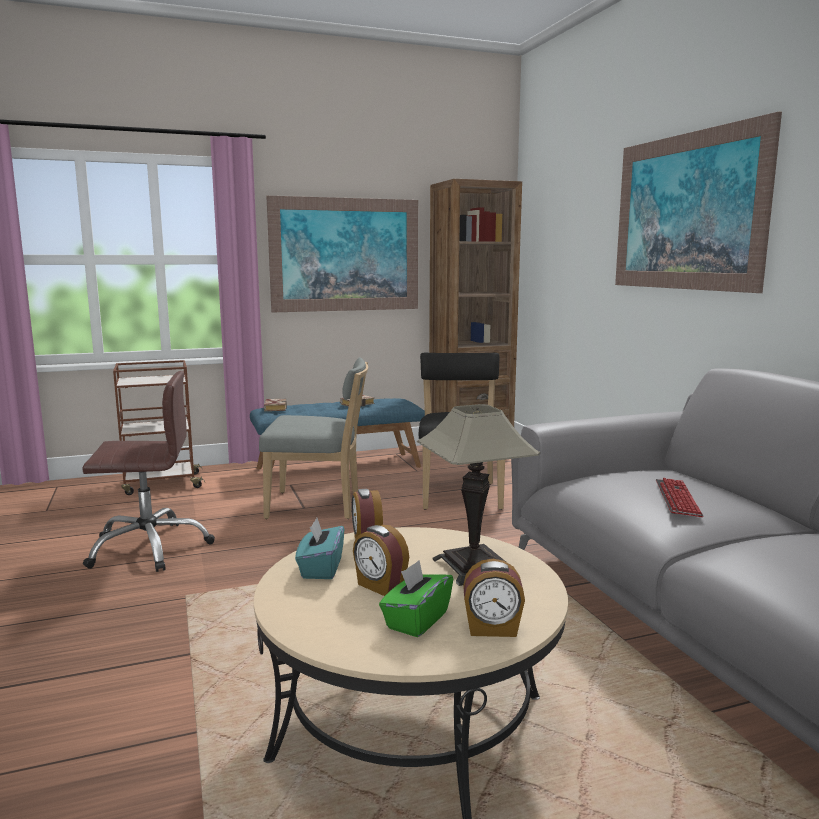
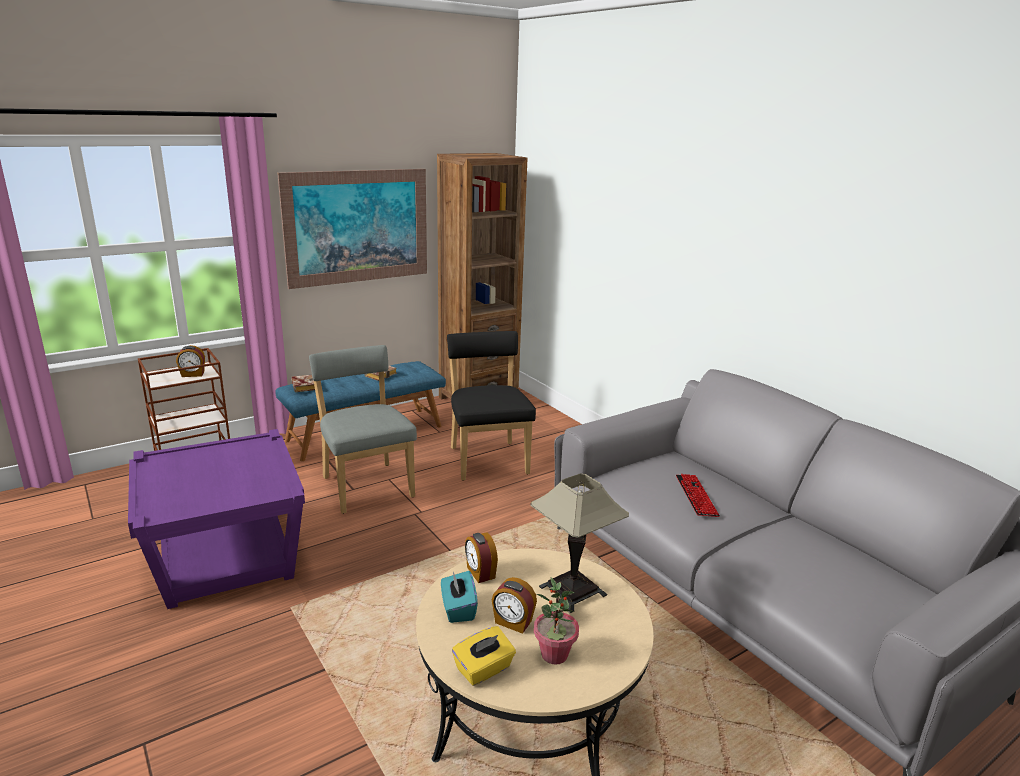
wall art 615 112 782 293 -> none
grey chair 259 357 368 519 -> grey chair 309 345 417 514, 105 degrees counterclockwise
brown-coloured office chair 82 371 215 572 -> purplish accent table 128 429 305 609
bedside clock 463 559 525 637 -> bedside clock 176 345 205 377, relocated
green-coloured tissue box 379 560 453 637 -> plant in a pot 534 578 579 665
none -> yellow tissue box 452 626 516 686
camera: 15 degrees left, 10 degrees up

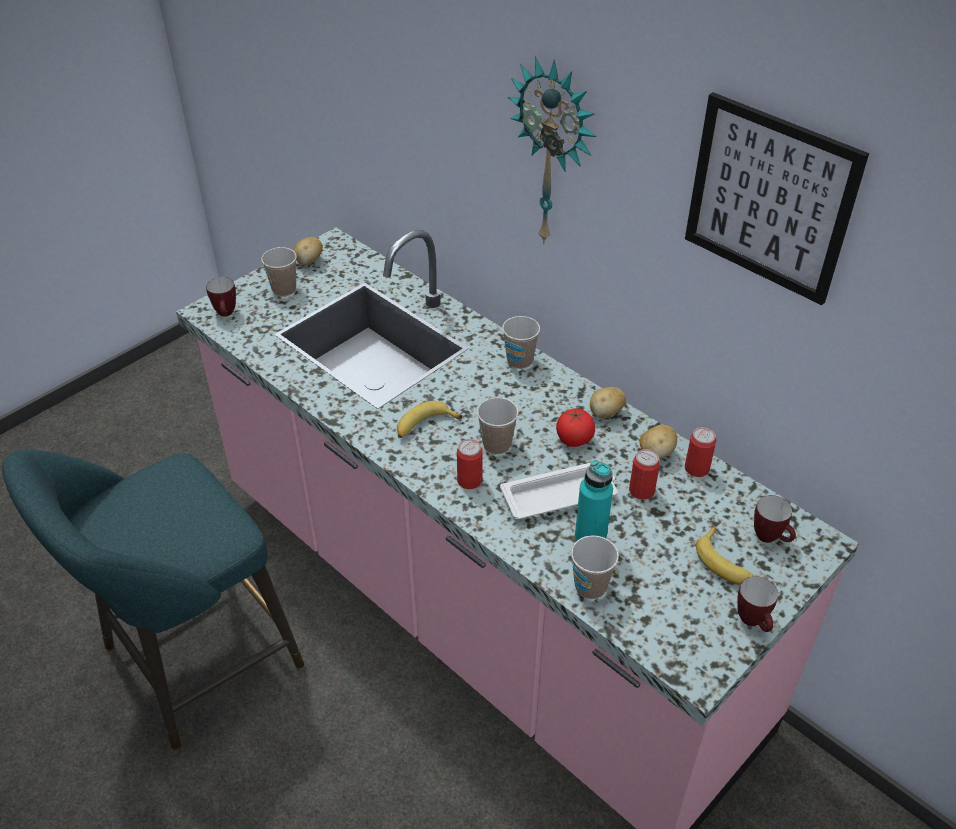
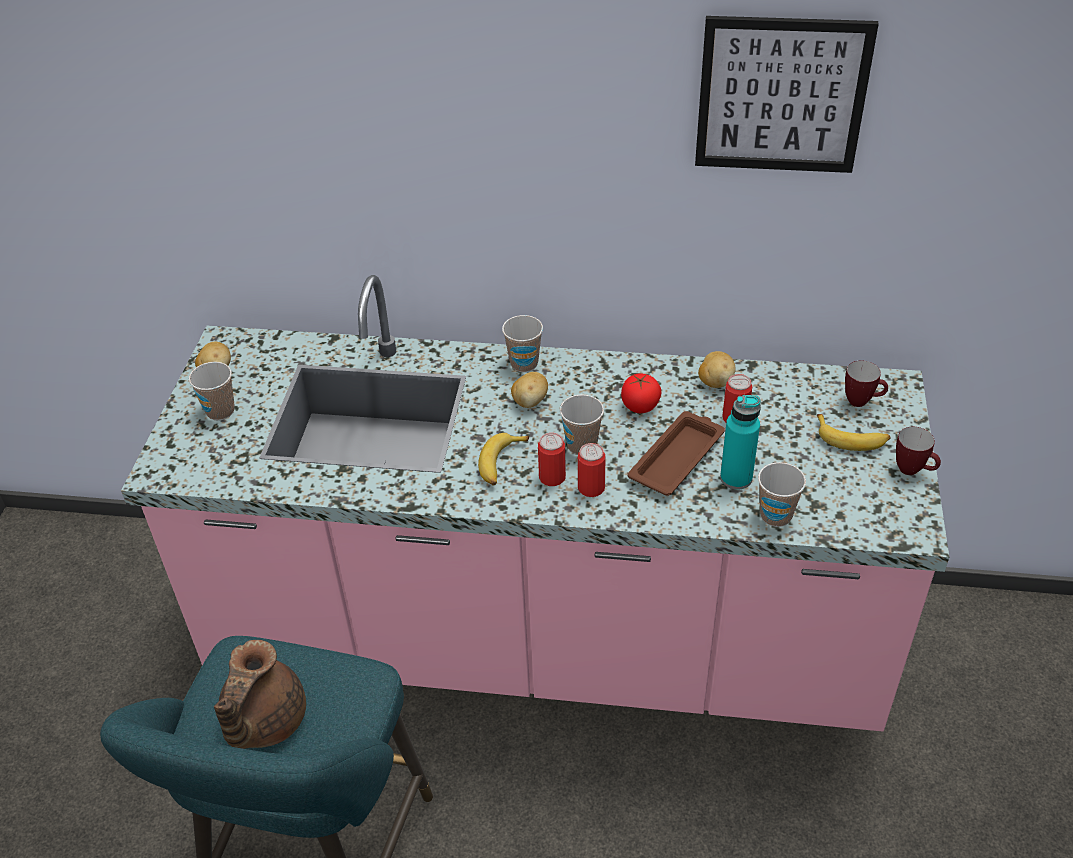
clock on the wall 508 56 596 244 -> none
tea mug 206 277 236 317 -> none
spud 590 387 626 418 -> spud 511 372 548 408, relocated
can 685 427 716 477 -> can 538 433 566 486, relocated
white serving tray 500 463 617 519 -> brown-coloured serving tray 628 411 725 496
none -> brown-coloured tea pot 214 640 306 749
camera: 35 degrees left, 0 degrees up

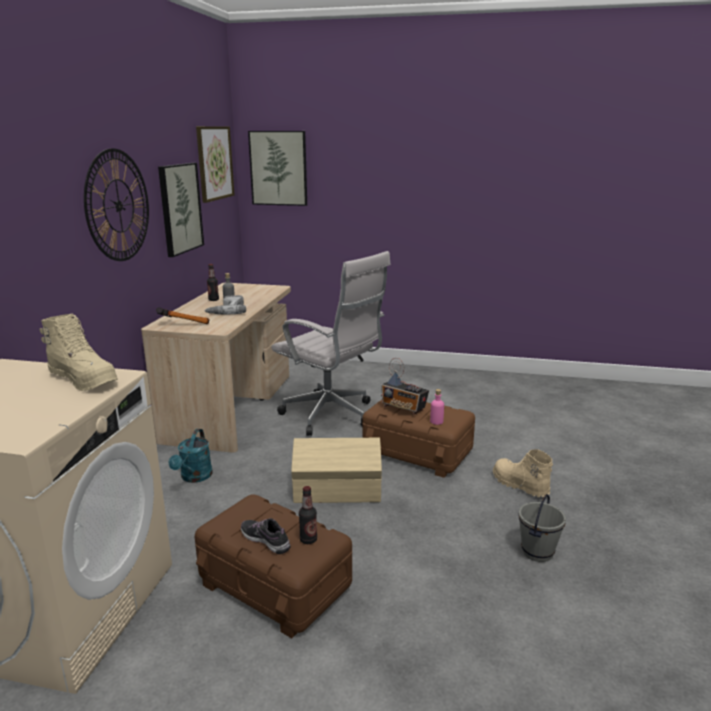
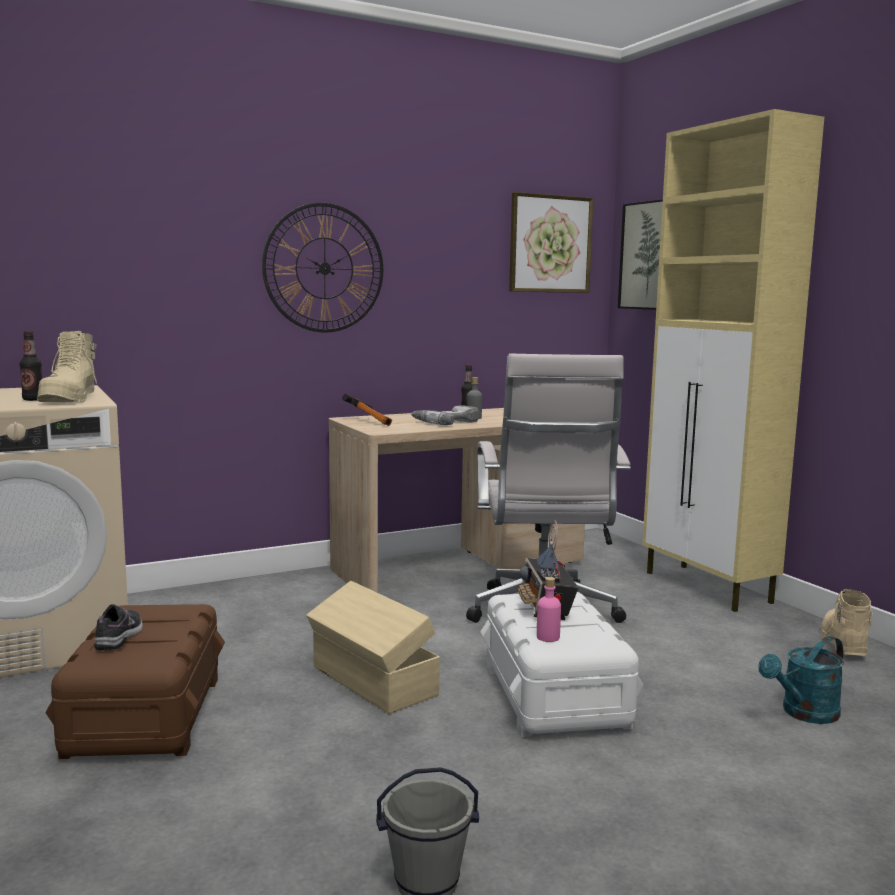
wall art 158 163 204 257 -> none
brown-coloured storage container 362 400 475 478 -> white storage container 480 592 643 737
turquoise sprinkling can 169 429 213 483 -> turquoise sprinkling can 758 636 844 724, relocated
beige-coloured high-top boot 493 449 553 497 -> beige-coloured high-top boot 820 589 873 656, relocated
beverage bottle 299 486 317 544 -> beverage bottle 20 331 42 401, relocated
none -> beige-coloured storage cabinet 642 109 824 612
camera: 50 degrees right, 10 degrees down

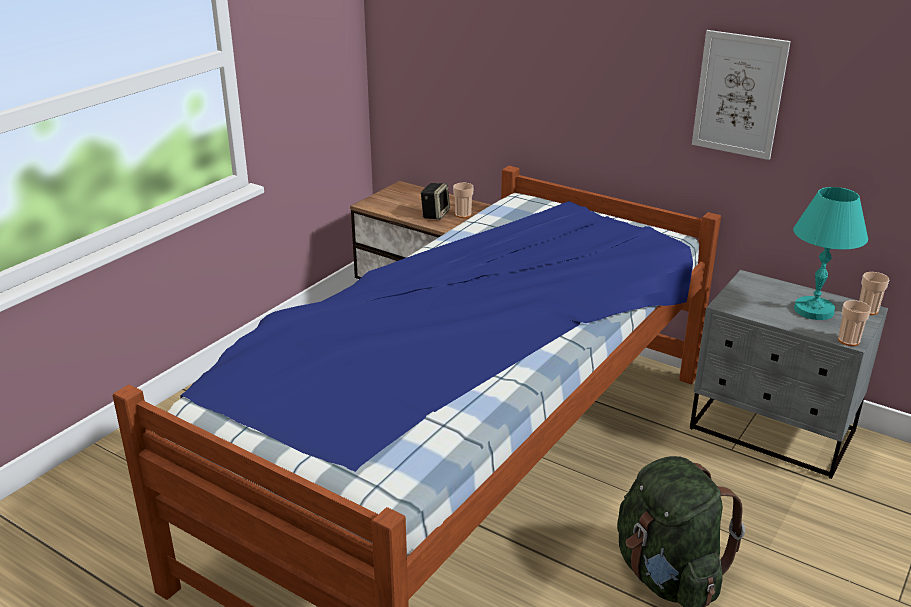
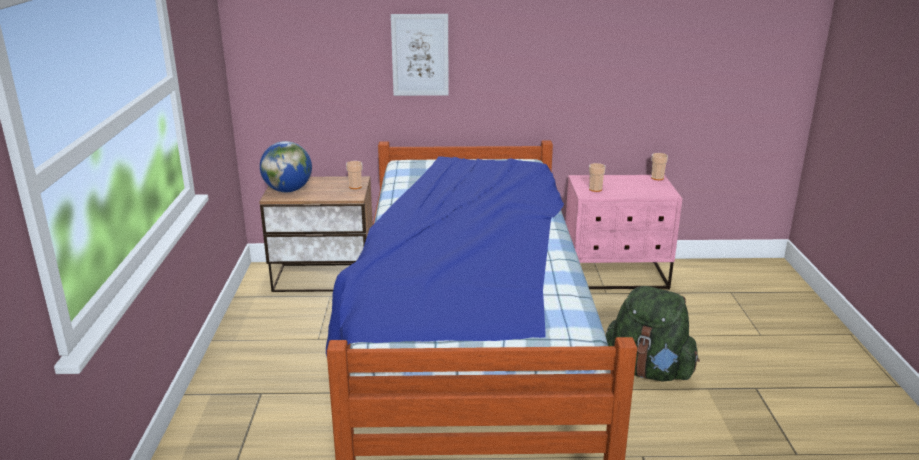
wall art 692 30 791 160 -> wall art 391 14 449 96, relocated
audio speaker 420 183 450 220 -> none
turquoise table lamp 793 187 868 320 -> none
grey nightstand 690 270 888 479 -> pink nightstand 566 175 682 290
small cup 838 300 871 346 -> small cup 589 163 606 192, relocated
none -> world globe 260 141 312 192
camera: 35 degrees left, 5 degrees down

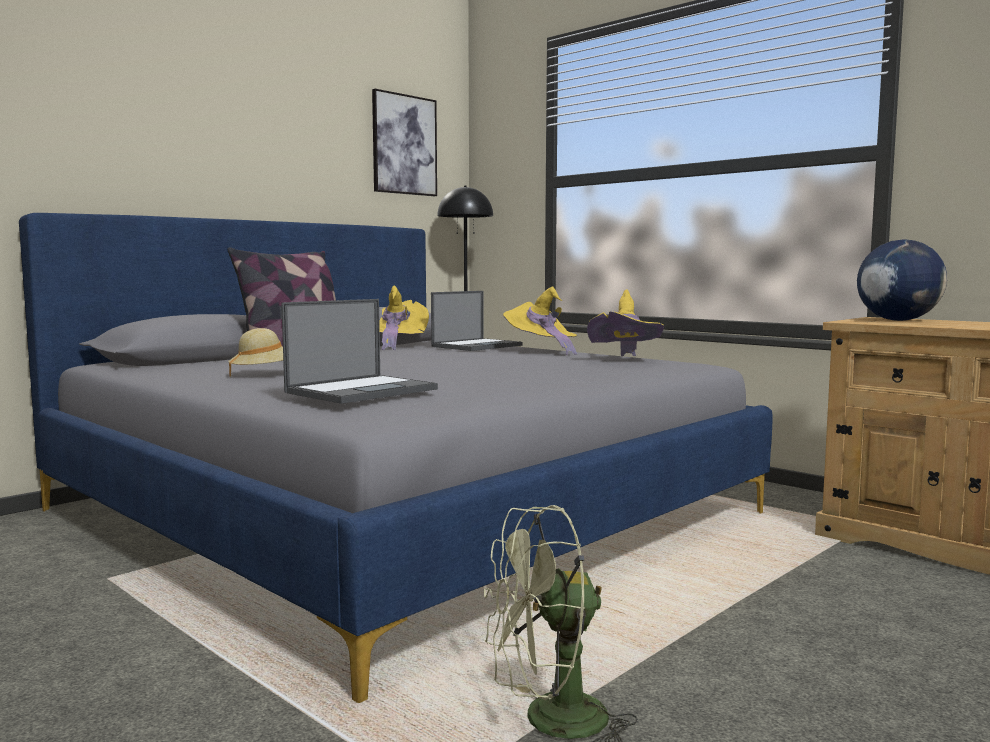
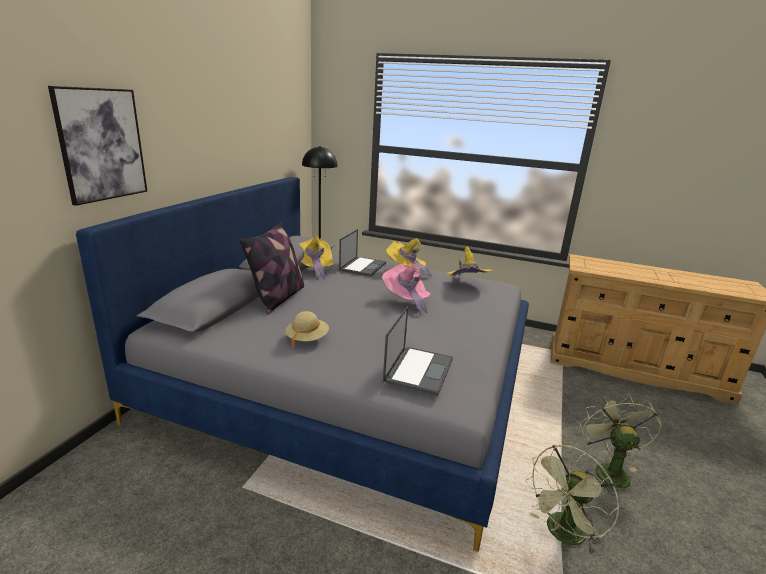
wall art 372 89 437 196 -> wall art 48 86 147 206, relocated
world globe 857 239 947 321 -> none
none -> pink hat 382 264 431 314
none -> green-coloured electric fan 580 394 662 496
camera: 25 degrees left, 15 degrees up

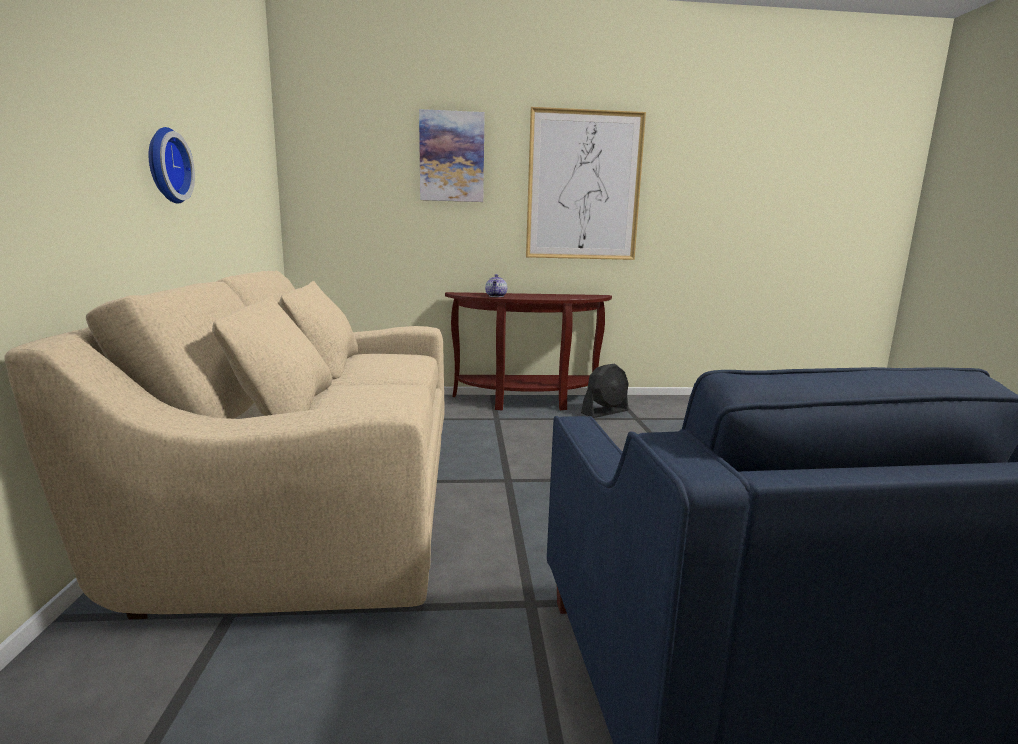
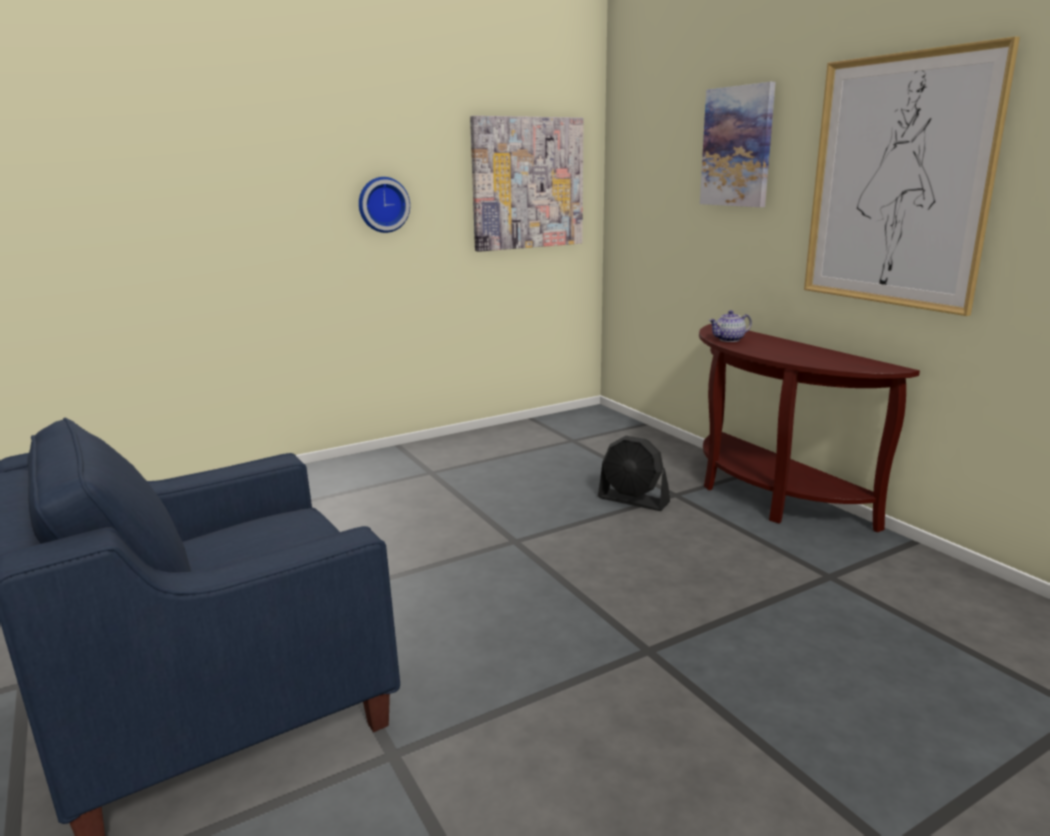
beige-coloured sofa 4 271 445 619 -> none
black electric fan 581 364 629 418 -> black electric fan 598 436 670 511, relocated
none -> wall art 470 116 584 252
camera: 65 degrees right, 5 degrees up

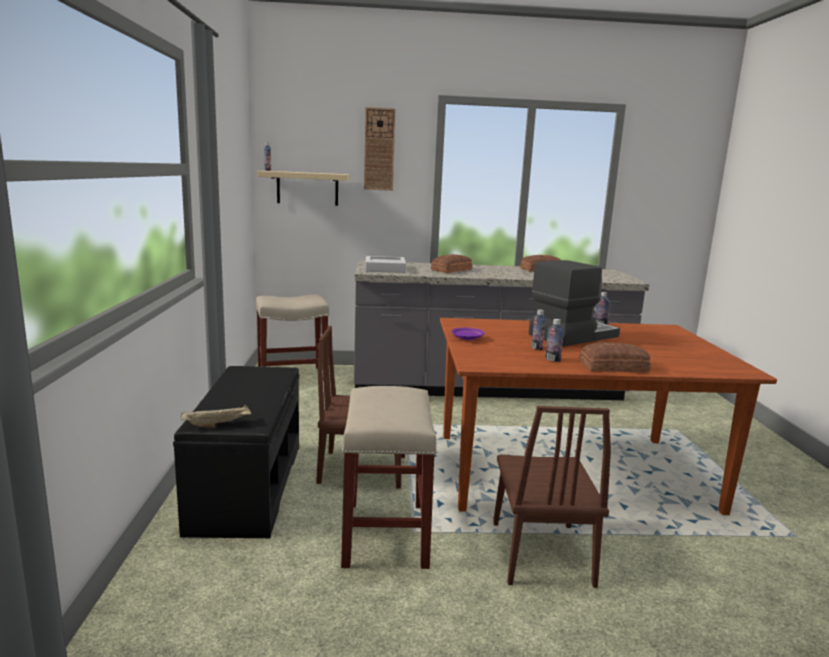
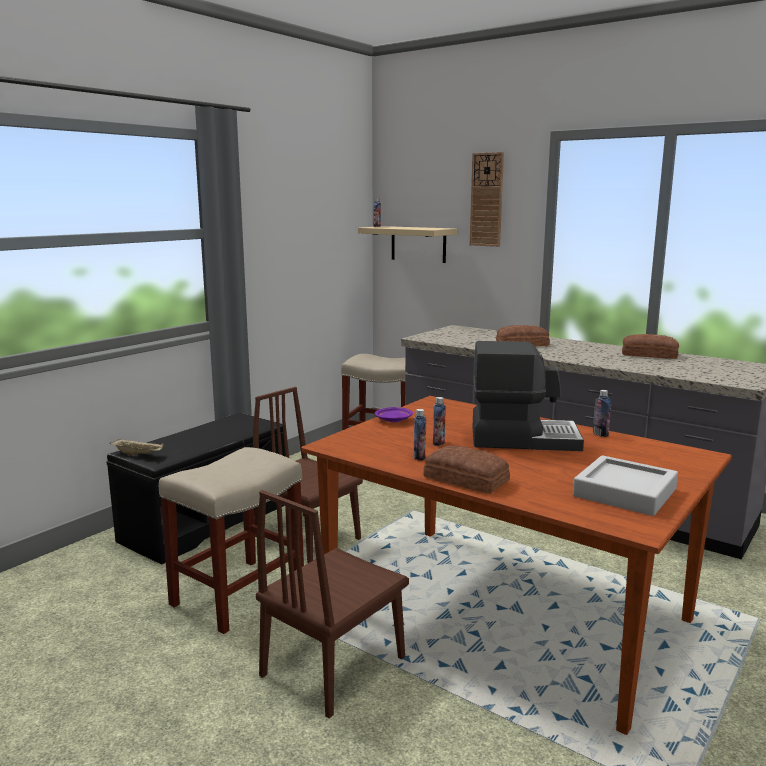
grey serving tray 365 256 406 273 -> grey serving tray 573 455 678 516, relocated
camera: 40 degrees right, 0 degrees up

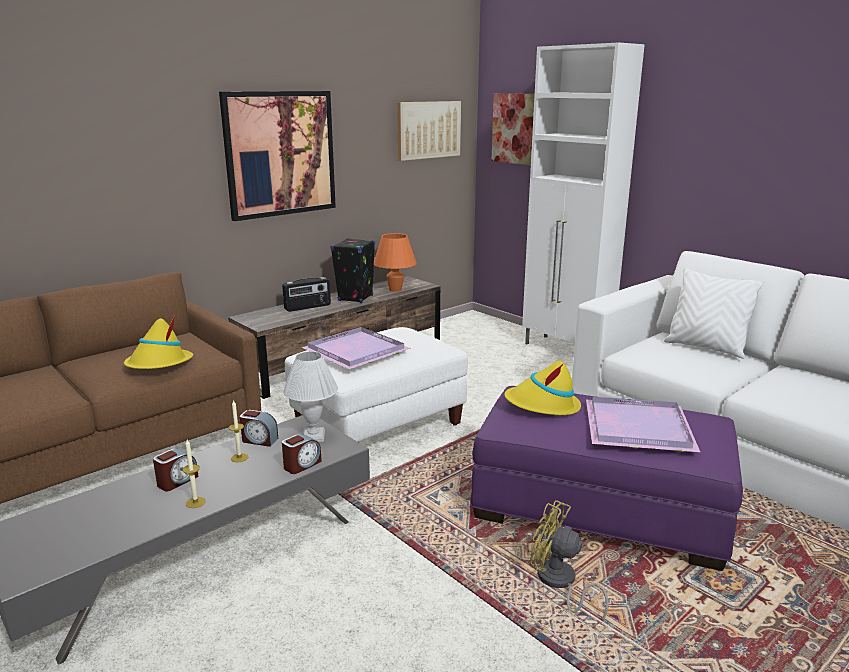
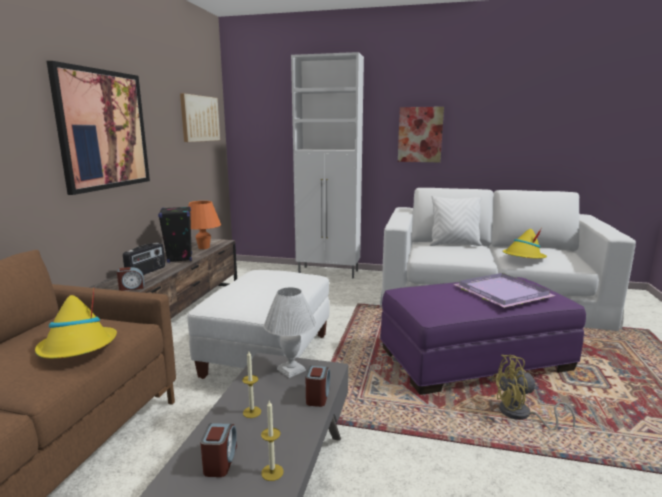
wall art 491 93 535 165 -> wall art 398 107 444 162, relocated
purplish serving tray 301 327 411 369 -> none
yellow hat 504 361 581 415 -> yellow hat 502 228 547 259, relocated
bedside clock 240 410 278 447 -> bedside clock 117 267 144 291, relocated
camera: 35 degrees left, 5 degrees down

